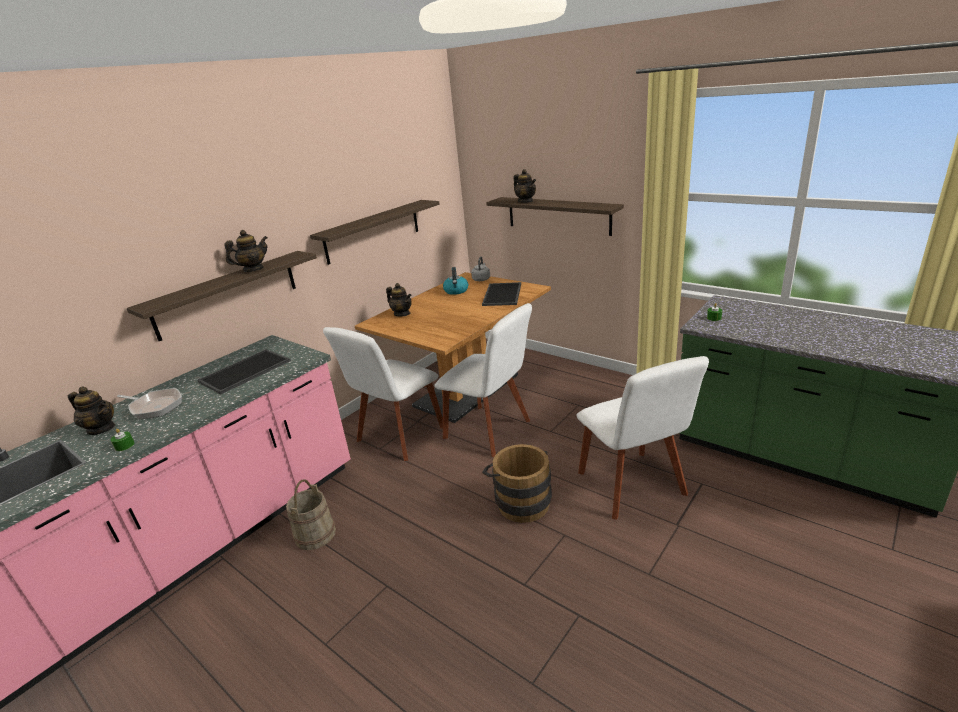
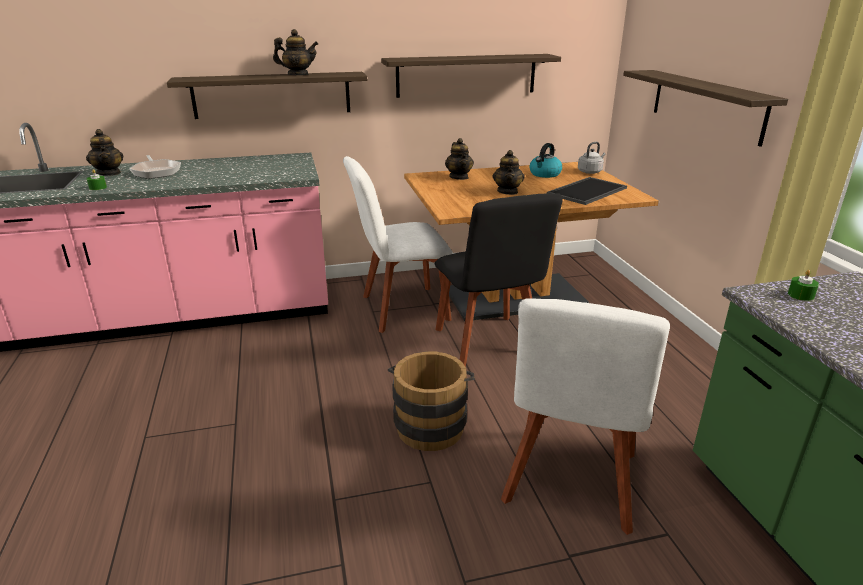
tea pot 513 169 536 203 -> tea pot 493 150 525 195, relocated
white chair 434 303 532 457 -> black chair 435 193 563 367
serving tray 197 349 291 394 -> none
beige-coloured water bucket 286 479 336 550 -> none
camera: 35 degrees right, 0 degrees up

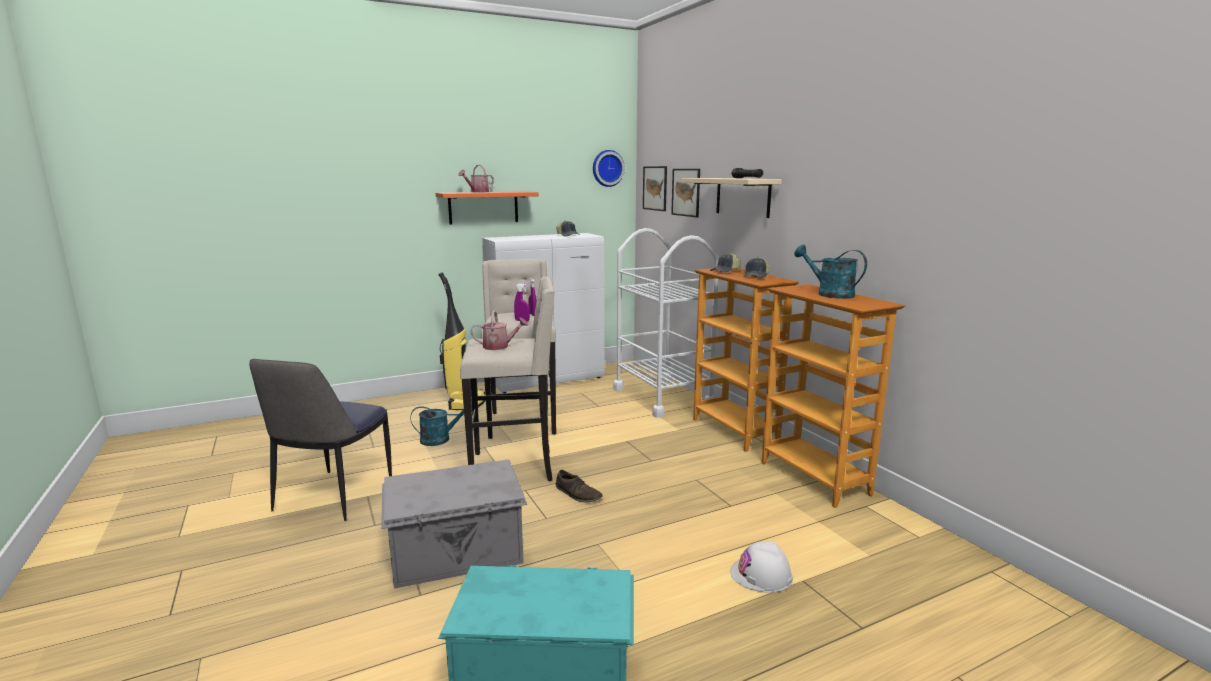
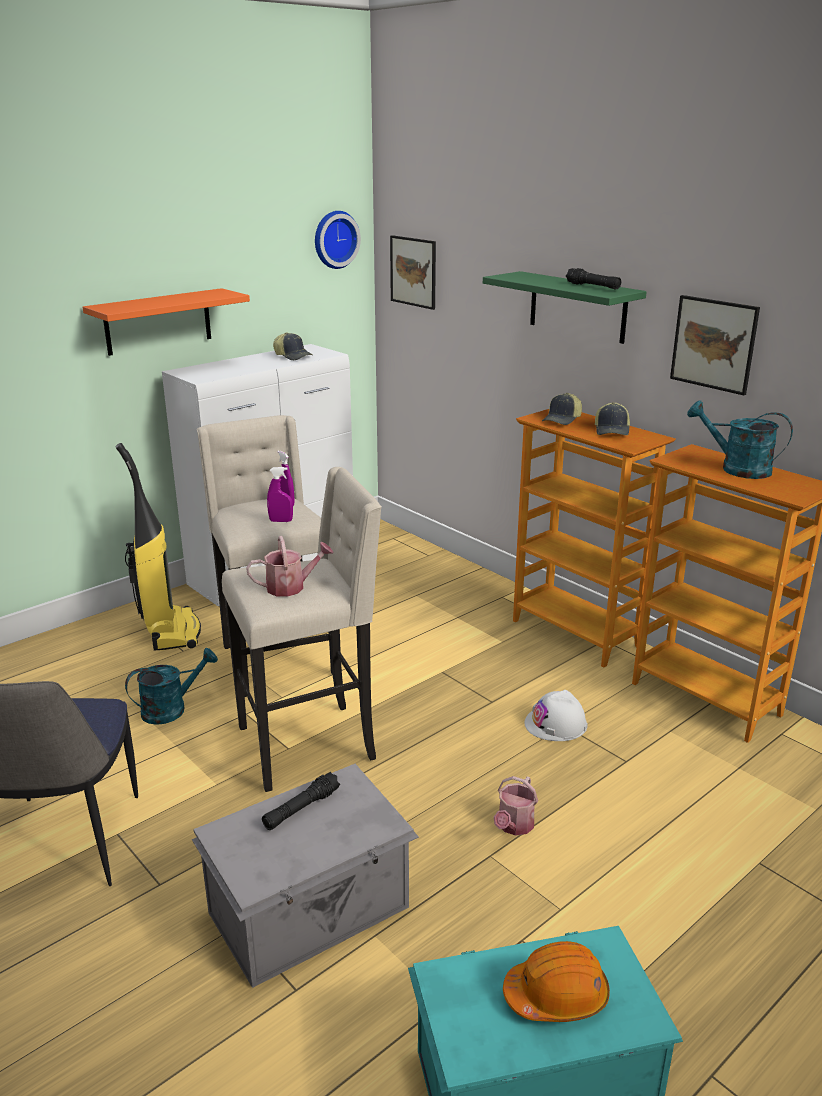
sprinkling can 458 165 494 192 -> sprinkling can 494 776 538 836, relocated
wall art 671 169 700 217 -> wall art 670 295 760 395, relocated
beige-coloured bracket shelf 681 178 782 218 -> green-coloured bracket shelf 483 271 647 344
white trolley 613 228 719 418 -> none
brown-coloured item of footwear 556 470 603 503 -> none
white hard hat 730 541 793 593 -> white hard hat 525 690 588 741, relocated
none -> black hand torch 262 772 340 830
none -> orange-coloured hard hat 503 941 610 1022
camera: 15 degrees left, 10 degrees up

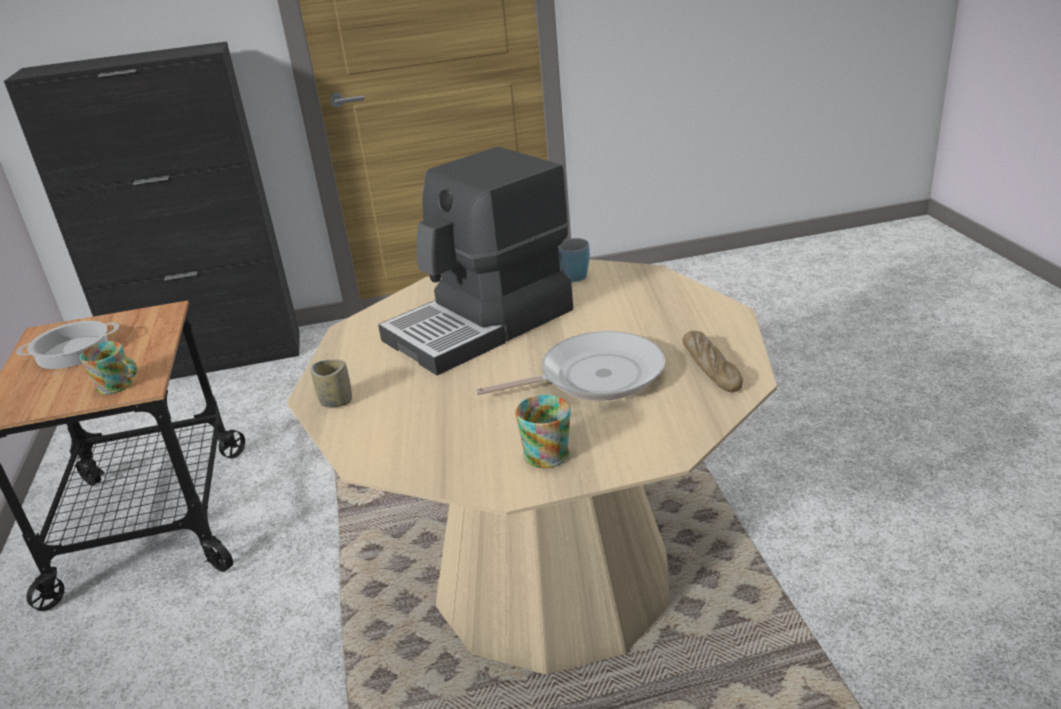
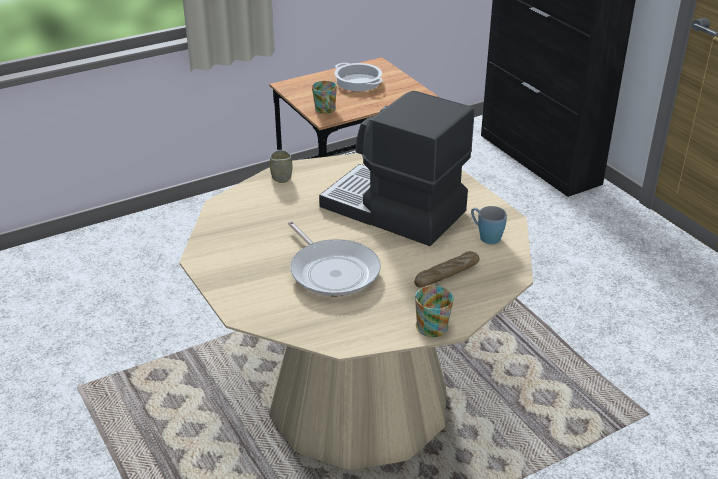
bread 682 331 743 392 -> bread 414 251 479 288, relocated
tea mug 515 395 571 468 -> tea mug 415 286 454 337, relocated
camera: 70 degrees right, 5 degrees up

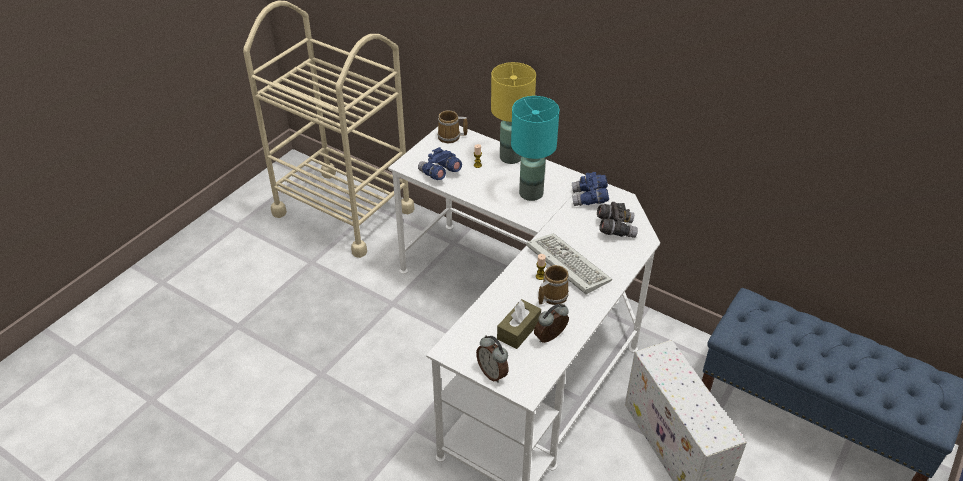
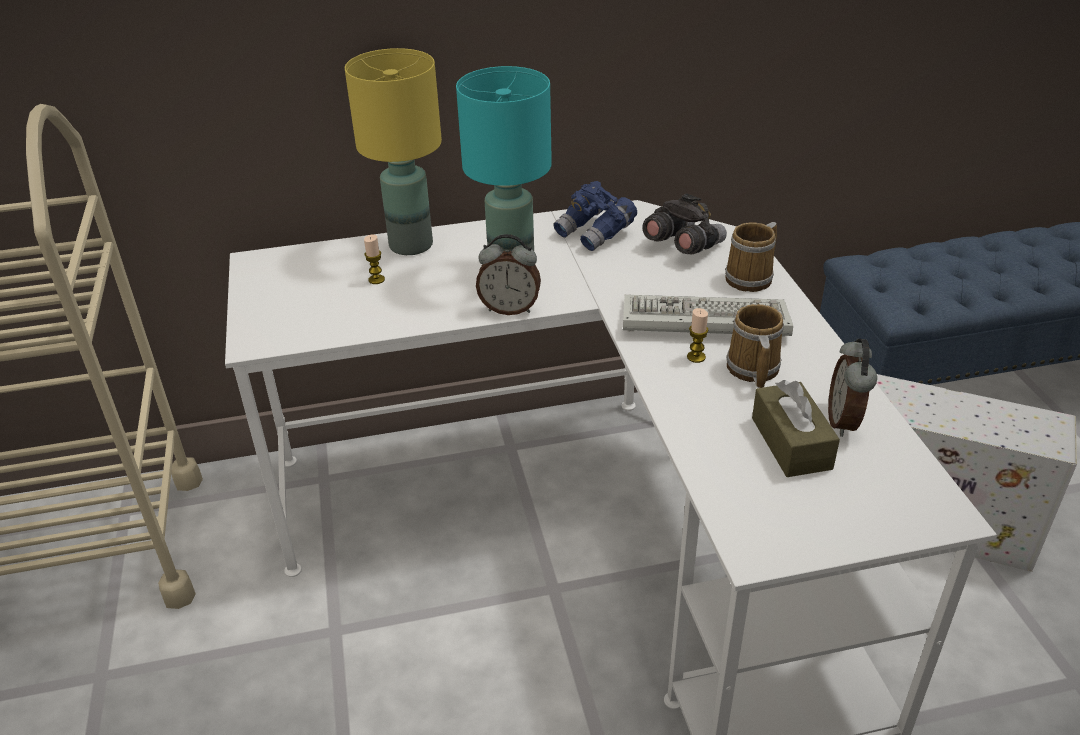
tea mug 438 110 468 143 -> tea mug 725 222 777 292, relocated
blue pair of binoculars 418 147 462 180 -> none
bedside clock 476 335 508 383 -> bedside clock 476 234 541 315, relocated
camera: 45 degrees left, 5 degrees down

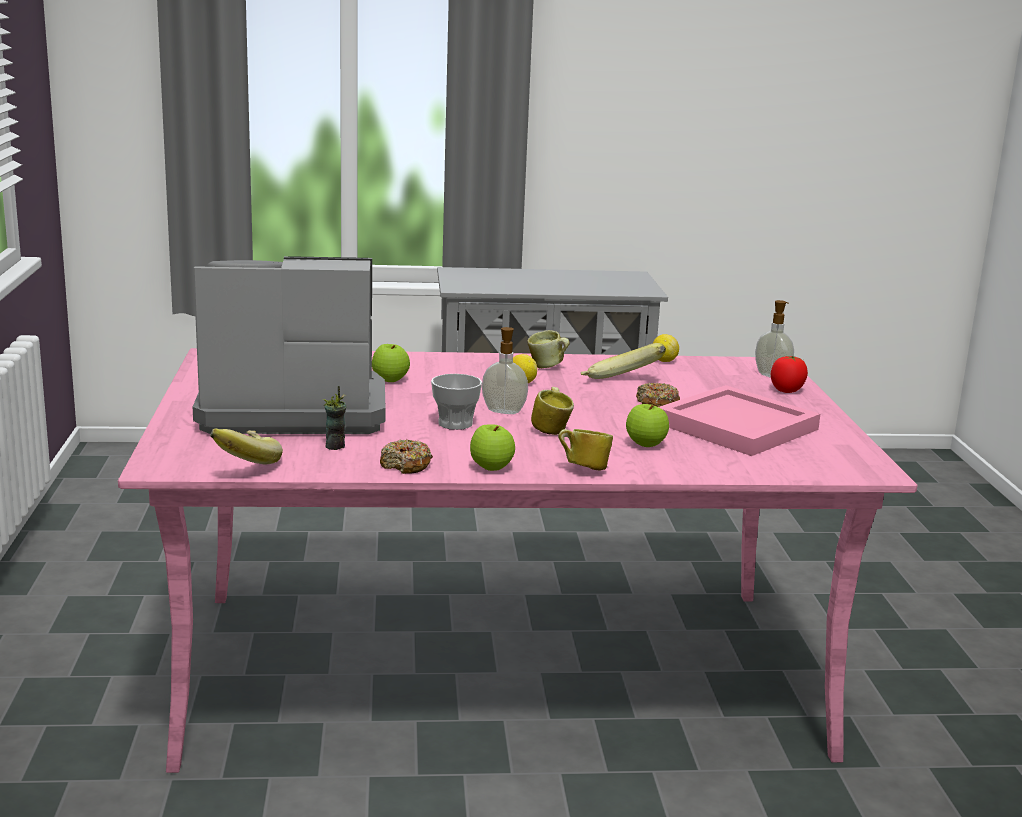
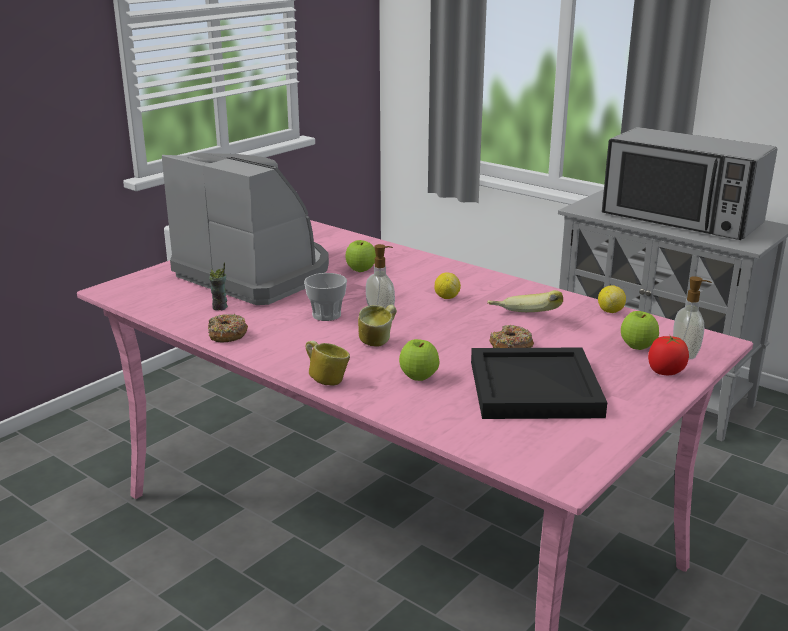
tea mug 527 330 570 368 -> none
pink serving tray 659 385 820 456 -> black serving tray 471 348 607 419
apple fruit 470 424 515 471 -> apple fruit 621 311 659 350, relocated
whole banana 210 429 283 464 -> none
none -> microwave 602 127 777 240
camera: 45 degrees right, 5 degrees up

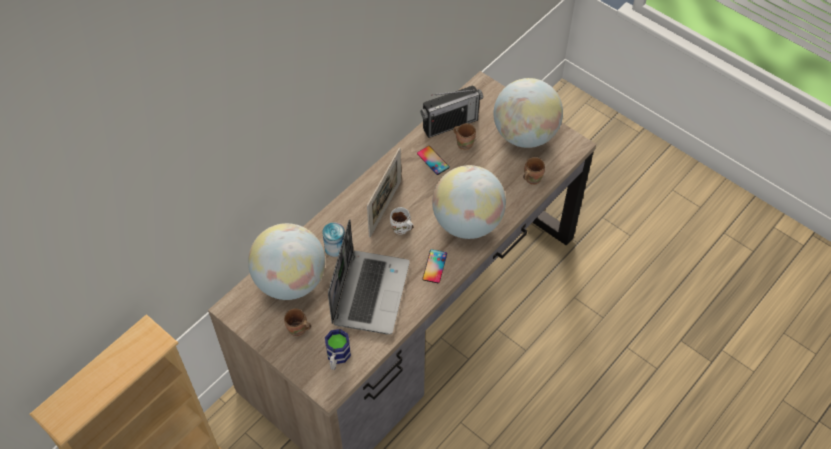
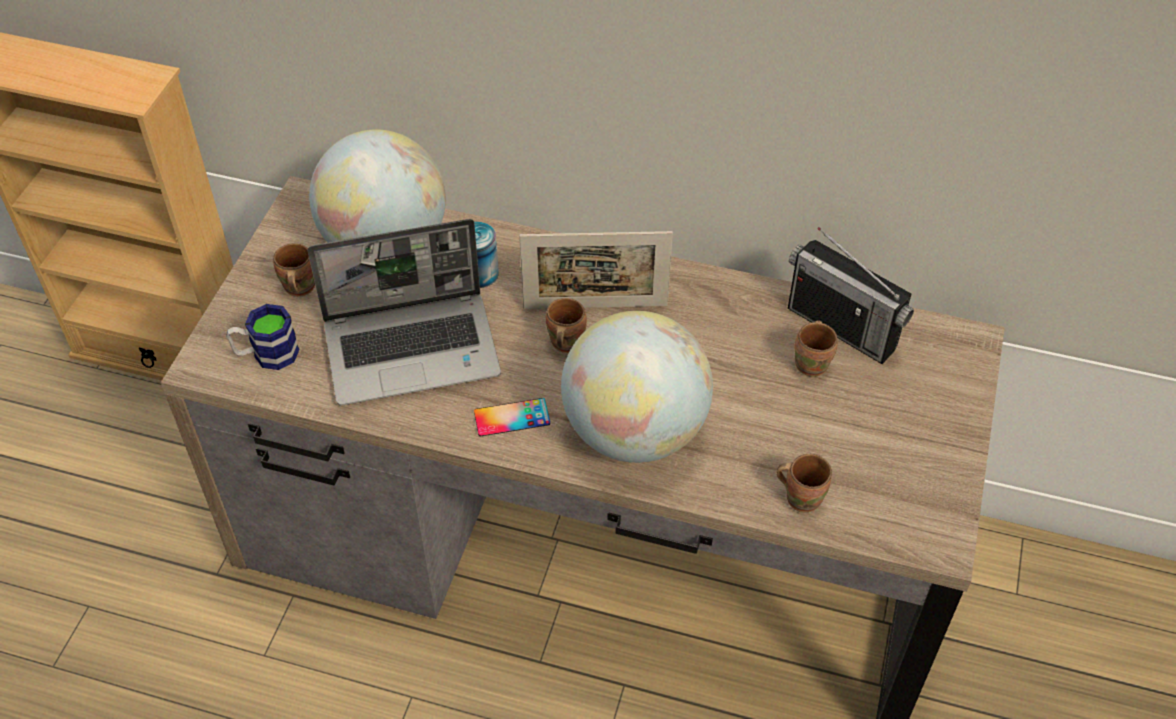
world globe 494 78 563 148 -> none
telephone 417 146 450 175 -> none
white tea mug 390 207 414 234 -> brown-coloured tea mug 546 298 587 353
camera: 65 degrees right, 5 degrees down

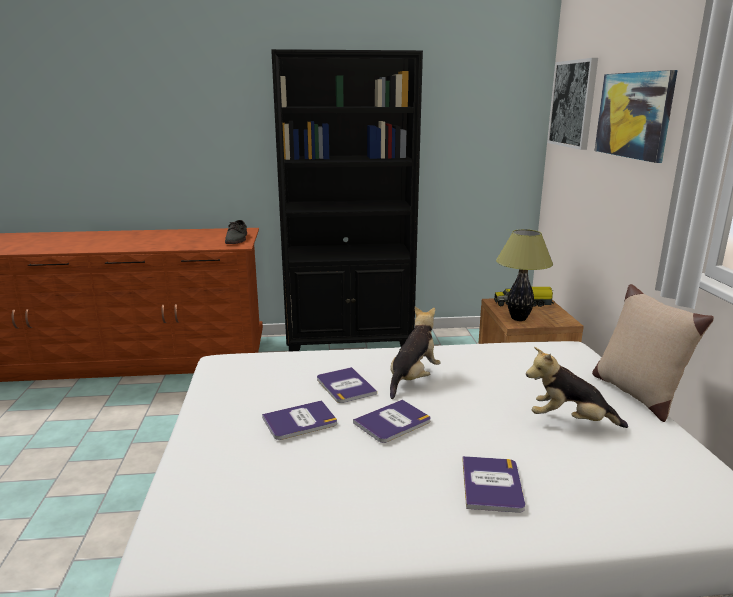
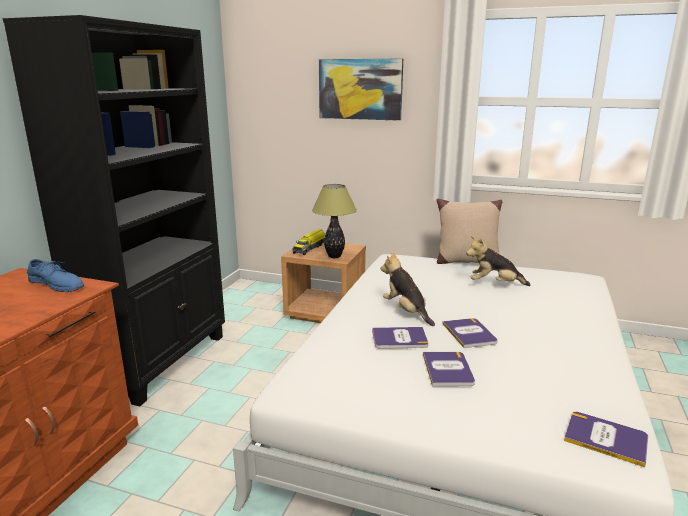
wall art 547 58 598 150 -> none
grey item of footwear 225 220 247 244 -> blue item of footwear 27 259 84 292
plush toy 526 347 628 428 -> plush toy 466 236 531 286, 60 degrees clockwise
volume 462 456 525 513 -> volume 564 412 648 467, relocated
camera: 65 degrees left, 0 degrees up

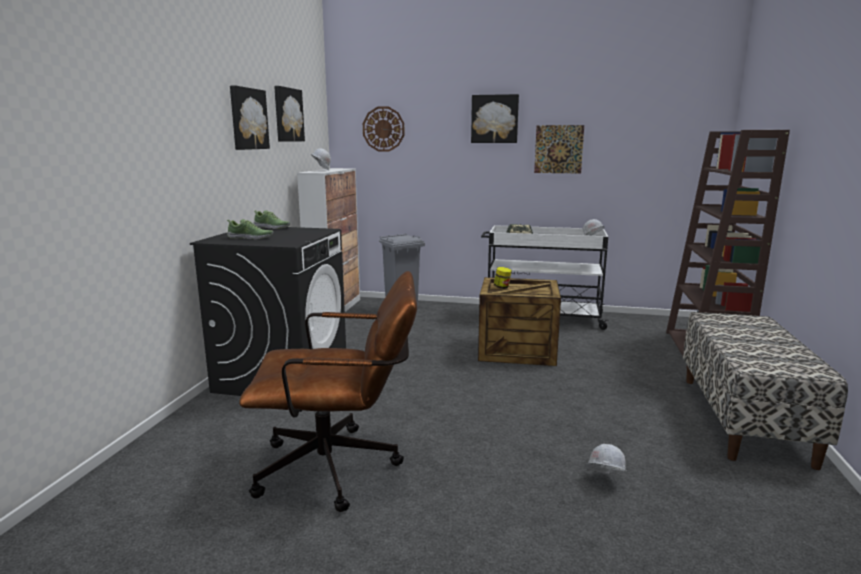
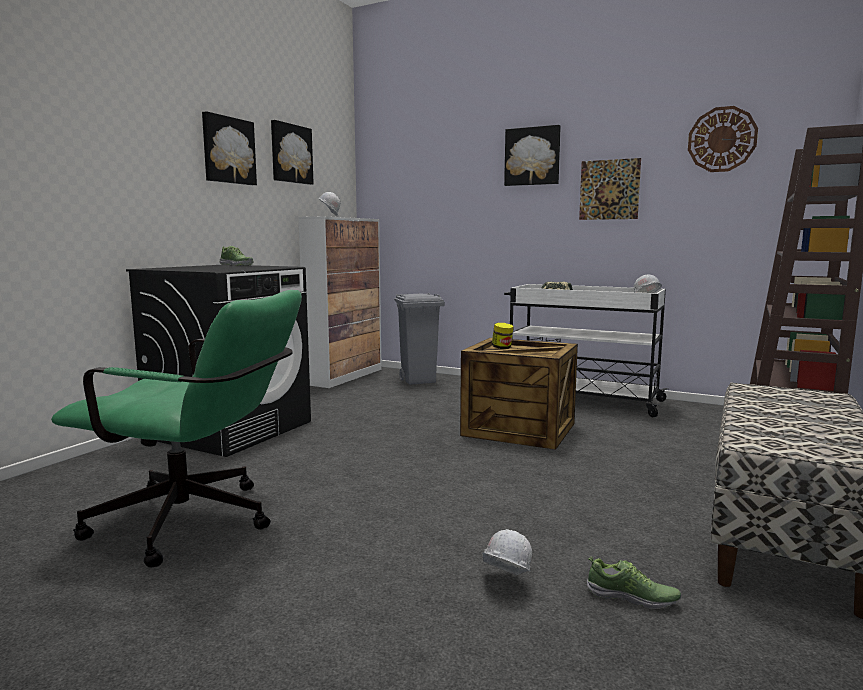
clock on the wall 363 107 404 152 -> clock on the wall 688 106 758 172, relocated
item of footwear 227 219 273 239 -> item of footwear 587 556 681 609, relocated
brown-coloured office chair 239 271 417 512 -> green-coloured office chair 51 290 302 568
camera: 15 degrees right, 5 degrees down

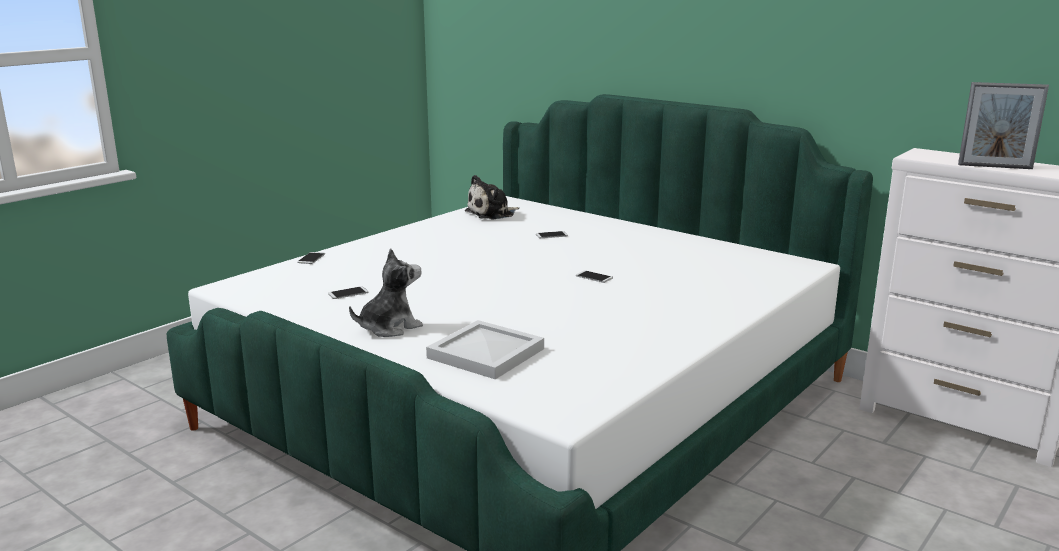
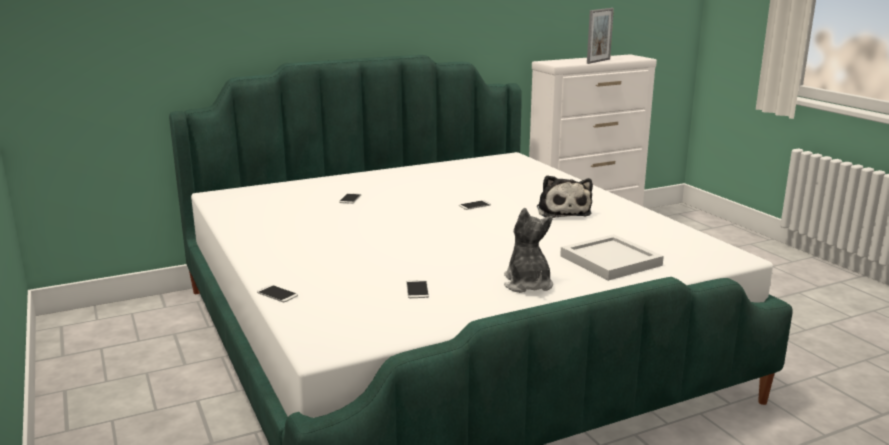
plush toy 465 175 519 220 -> plush toy 537 175 593 218, relocated
camera: 65 degrees left, 0 degrees up

